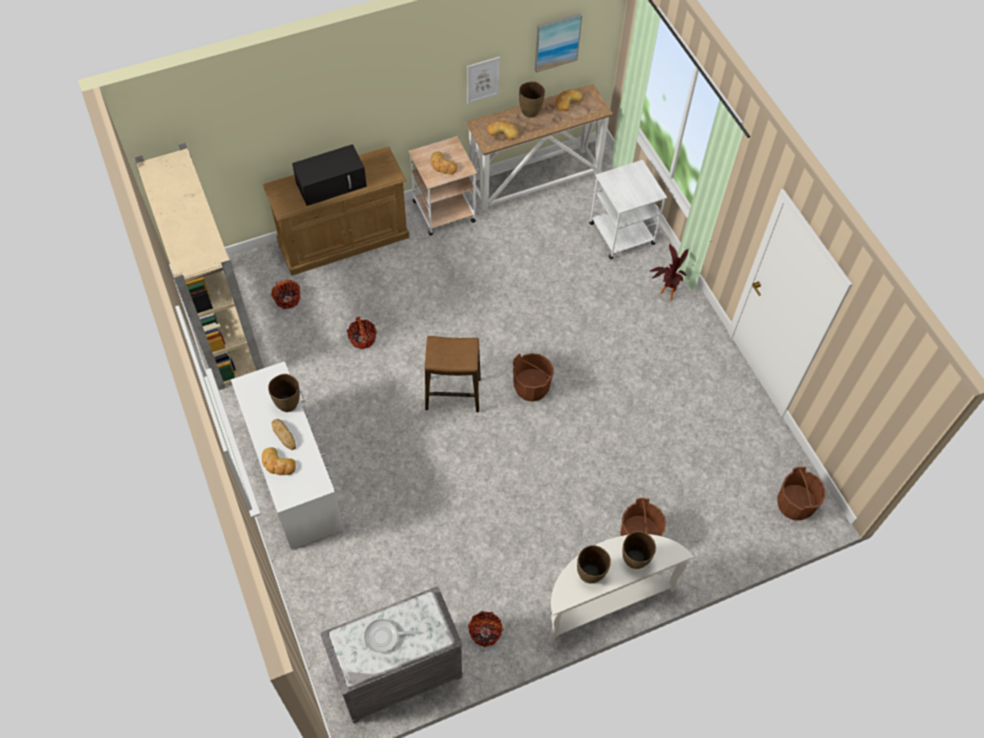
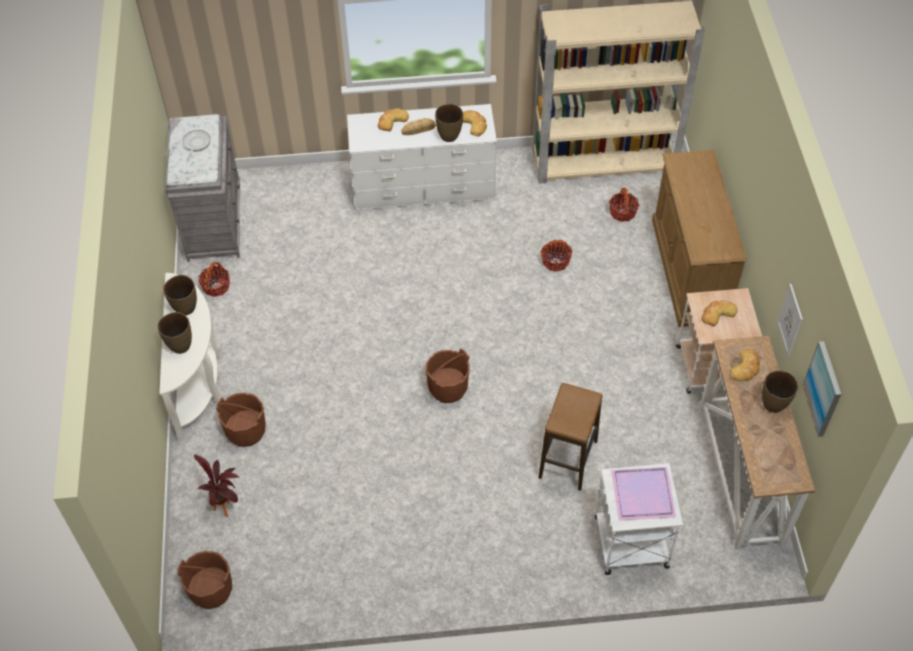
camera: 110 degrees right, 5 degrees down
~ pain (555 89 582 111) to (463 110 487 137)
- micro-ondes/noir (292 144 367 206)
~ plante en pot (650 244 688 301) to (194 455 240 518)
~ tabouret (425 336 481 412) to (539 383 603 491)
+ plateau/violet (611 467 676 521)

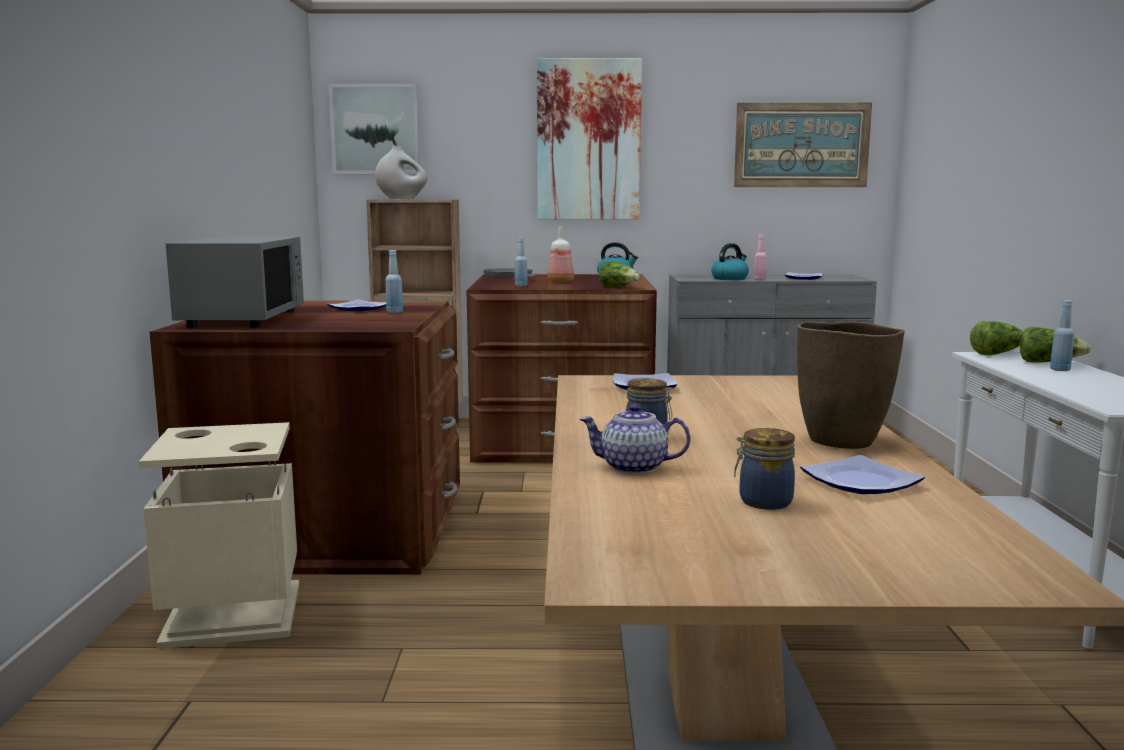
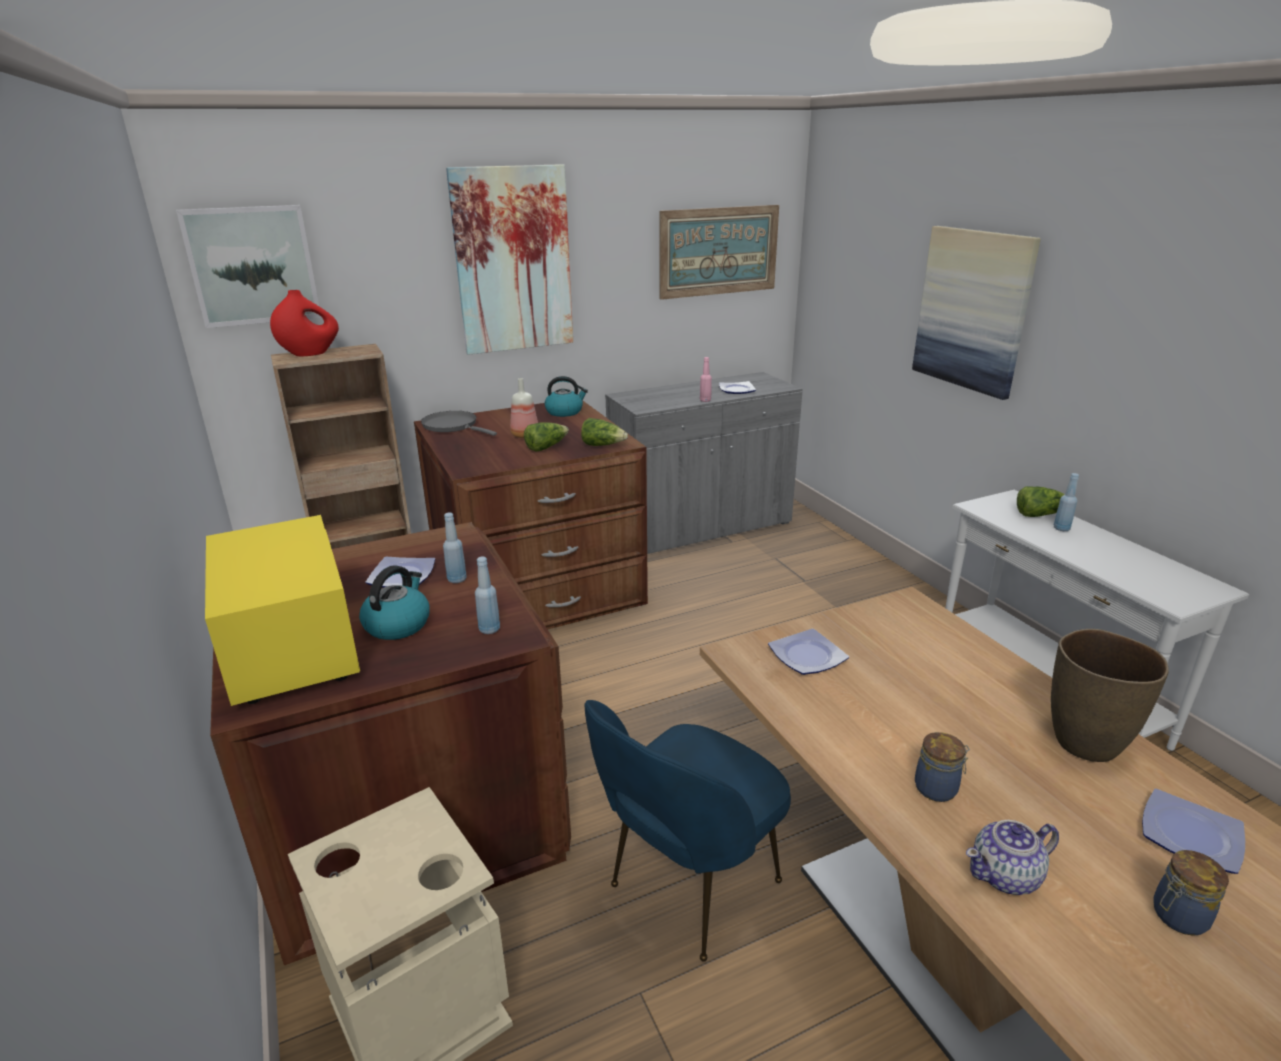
camera: 25 degrees left, 15 degrees up
~ vase/blanc (375 146 427 199) to vase/rouge (270 290 339 356)
~ micro-ondes/gris (166 237 304 328) to micro-ondes/jaune (205 515 360 706)
~ bouteille/bleu (515 238 528 286) to (475 556 500 634)
~ bouilloire (711 243 749 280) to (359 565 430 640)
~ laitue (970 321 1024 355) to (524 422 569 452)
+ tableau (912 226 1041 400)
+ chaise/bleu (585 700 791 962)

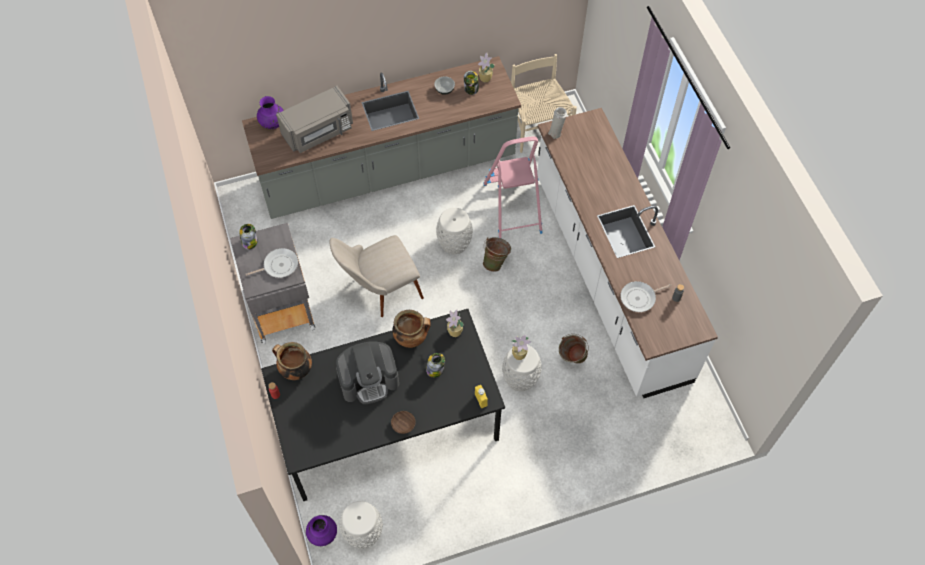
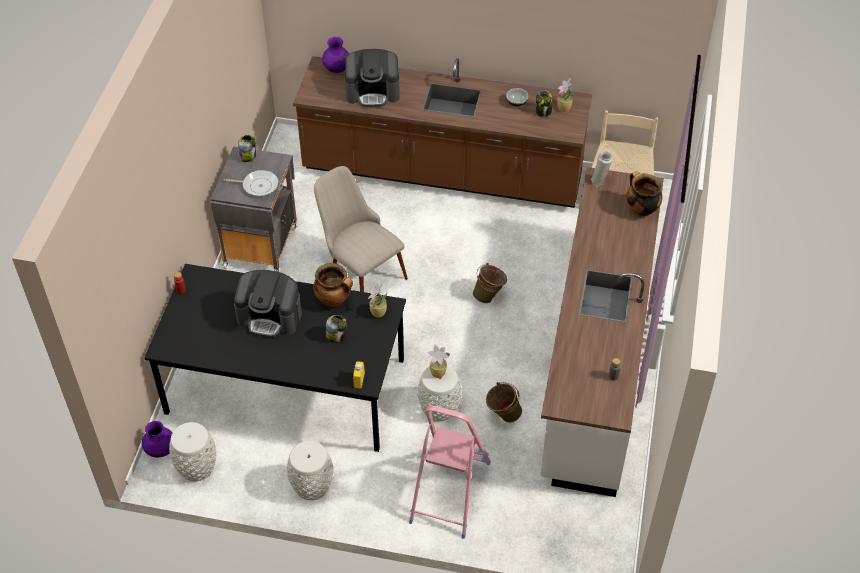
camera: 30 degrees right, 10 degrees down
~ comptoir de cuisine/gris (242 56 521 219) to comptoir de cuisine/marron (293 56 592 208)
~ micro-ondes/gris (276 86 353 153) to machine à café (345 49 400 107)
~ escabeau/rose (483 136 542 239) to (409 406 491 539)
~ tabouret/blanc (436 208 473 254) to (287 441 333 500)
~ chaise/beige (330 235 424 317) = (314 166 408 292) 45 degrees clockwise
- poêle (621 281 672 312)
~ marmite (272 342 312 380) to (627 172 662 216)
- bol/marron (391 411 416 434)

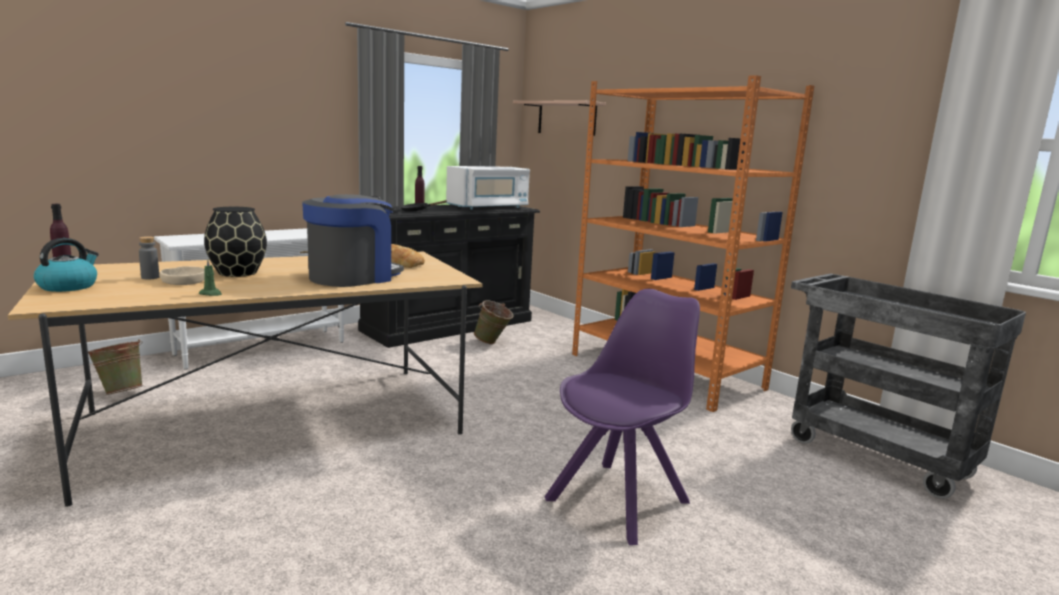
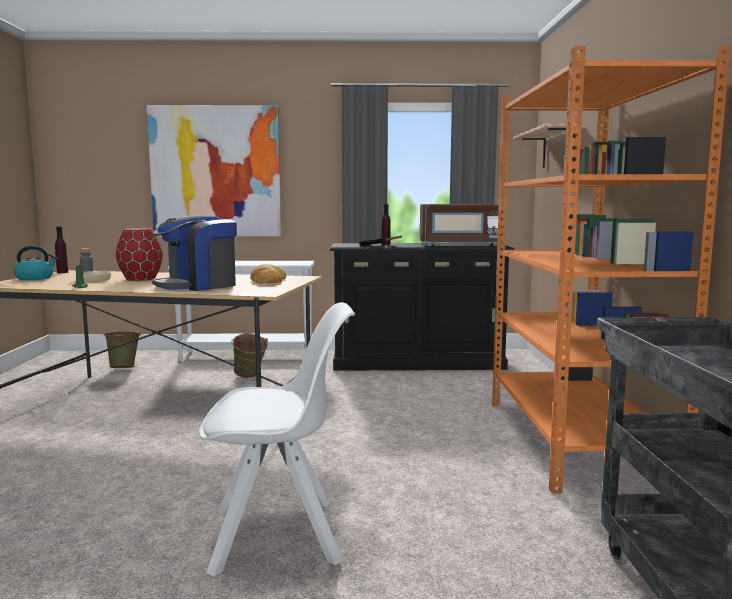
camera: 40 degrees right, 5 degrees down
~ micro-ondes/blanc (446 166 530 210) to micro-ondes/marron (420 204 504 246)
~ machine à café (302 194 404 287) = (152 215 237 291) 150 degrees clockwise
~ vase/noir (204 207 267 277) to vase/rouge (116 228 163 281)
~ chaise/violet (544 289 700 545) to chaise/blanc (199 302 355 576)
~ seau/vert (474 300 514 344) to (231 333 268 378)
+ tableau (147 105 281 237)

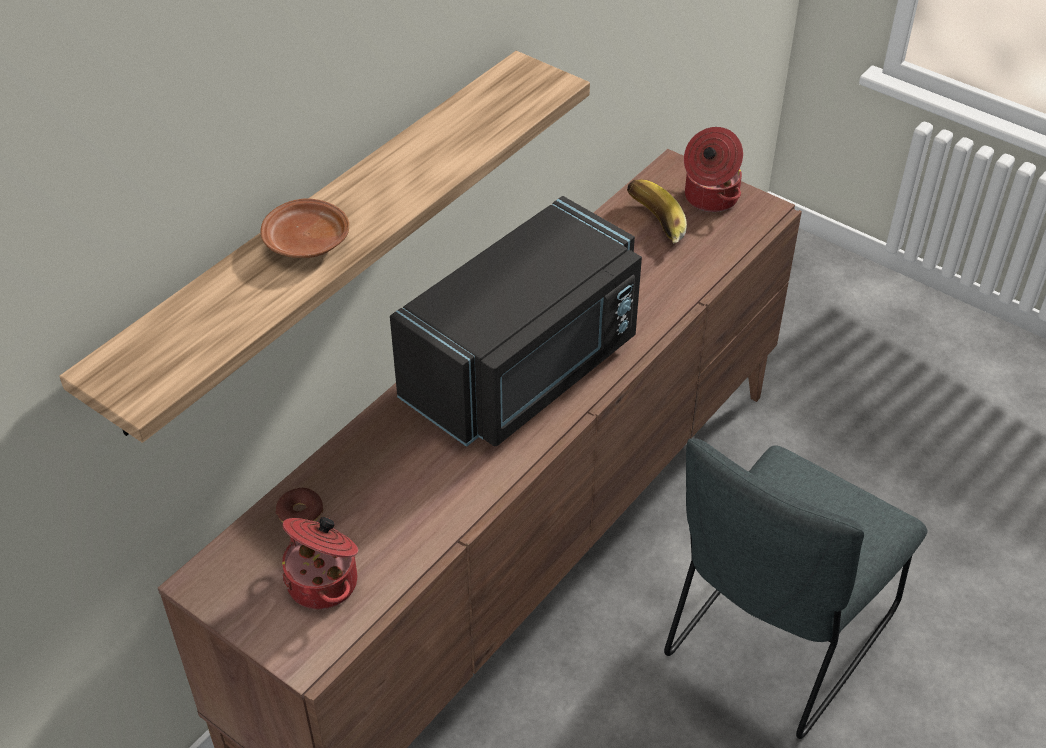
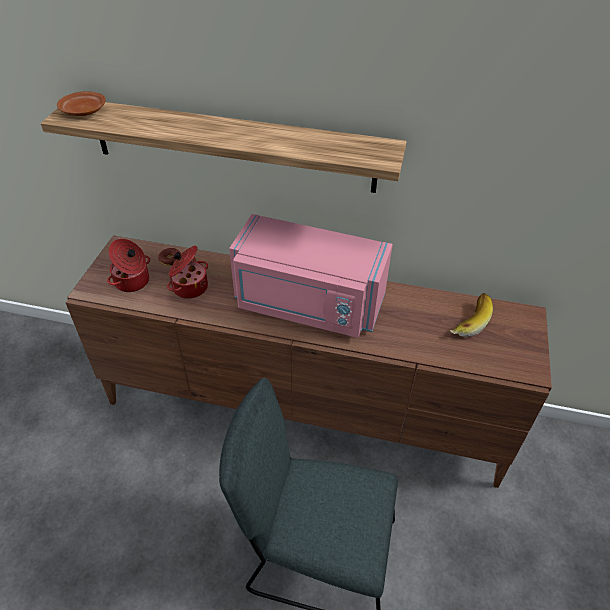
camera: 65 degrees right, 0 degrees up
~ marmite (684 127 743 212) to (167 246 208 299)
~ micro-ondes/noir (390 196 642 447) to micro-ondes/rose (229 214 393 338)
~ assiette/marron (261 198 349 258) to (57 91 106 116)

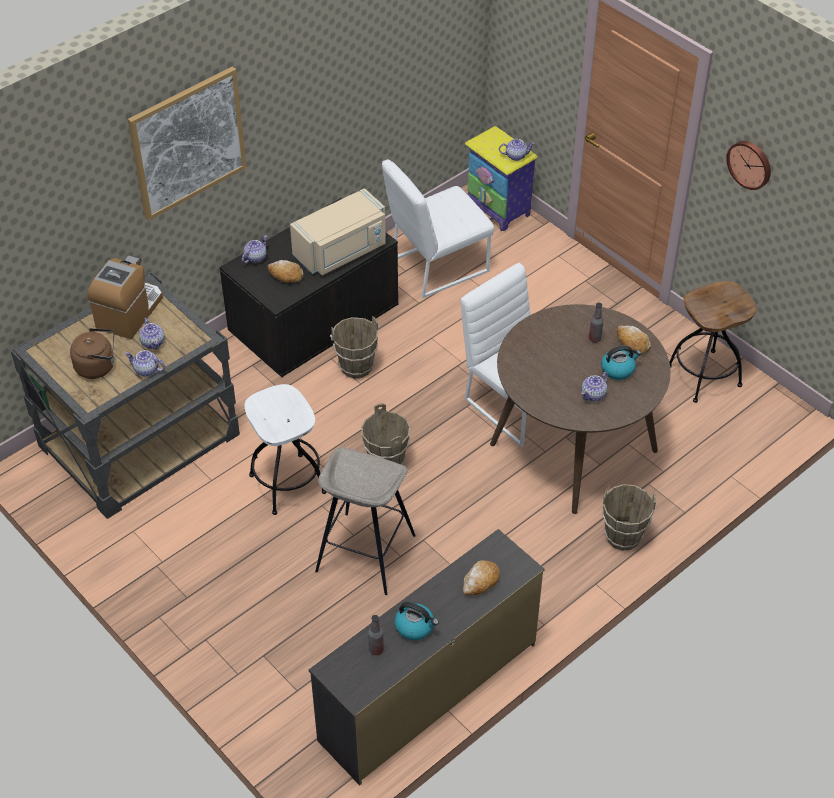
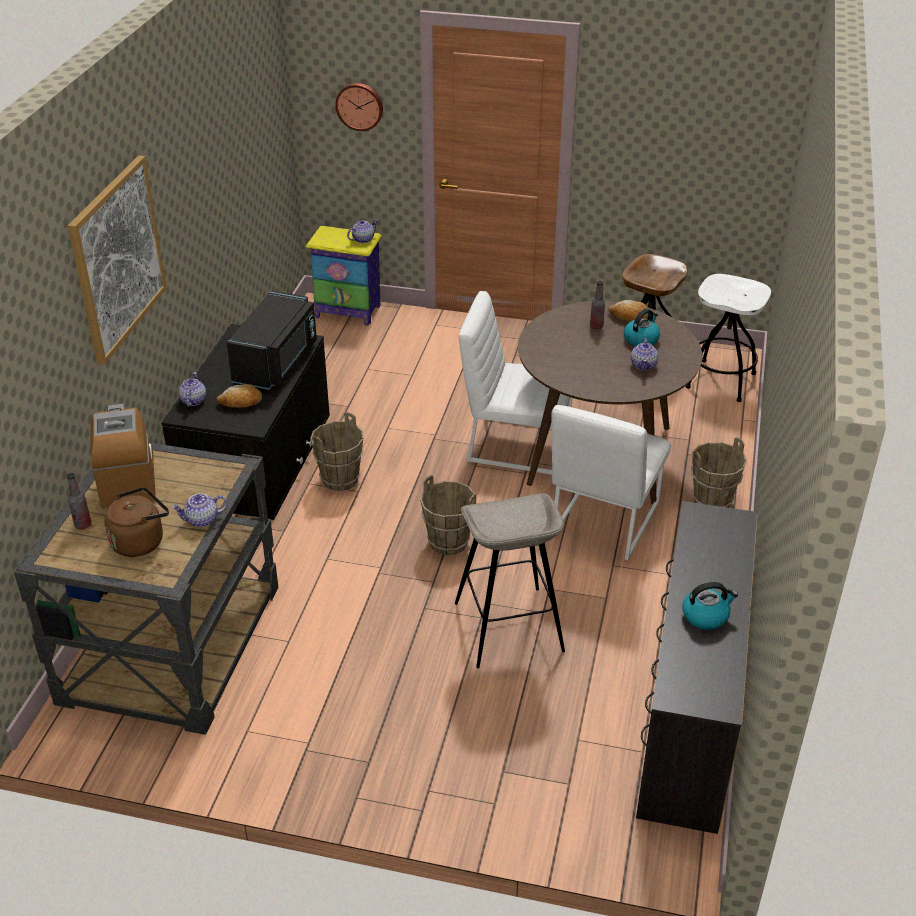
camera: 35 degrees left, 10 degrees down
~ horloge murale (726 141 771 190) to (335 83 383 131)
~ chaise/blanc (382 159 494 298) to (551 405 671 560)
~ micro-ondes/beige (290 188 386 275) to micro-ondes/noir (226 290 317 390)
- théière (139 318 165 350)
~ tabouret/blanc (245 384 327 515) to (686 274 771 402)
- pain (463 560 500 596)
~ bouteille (368 615 384 655) to (67 473 91 530)

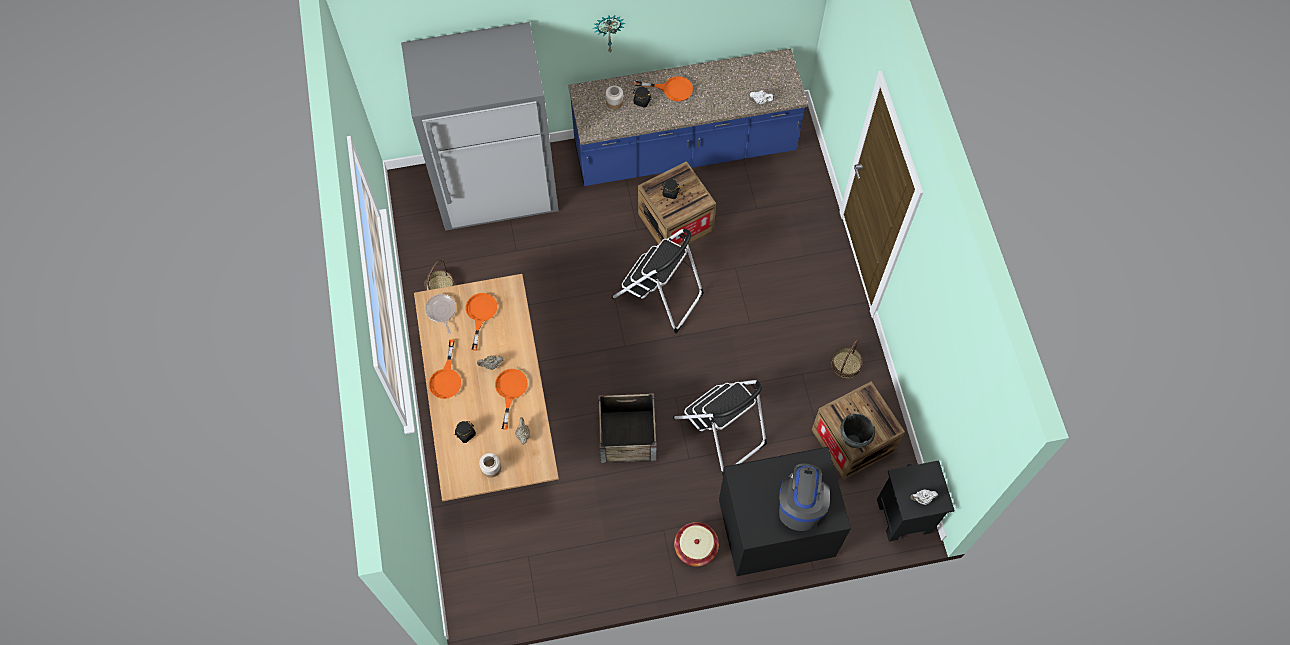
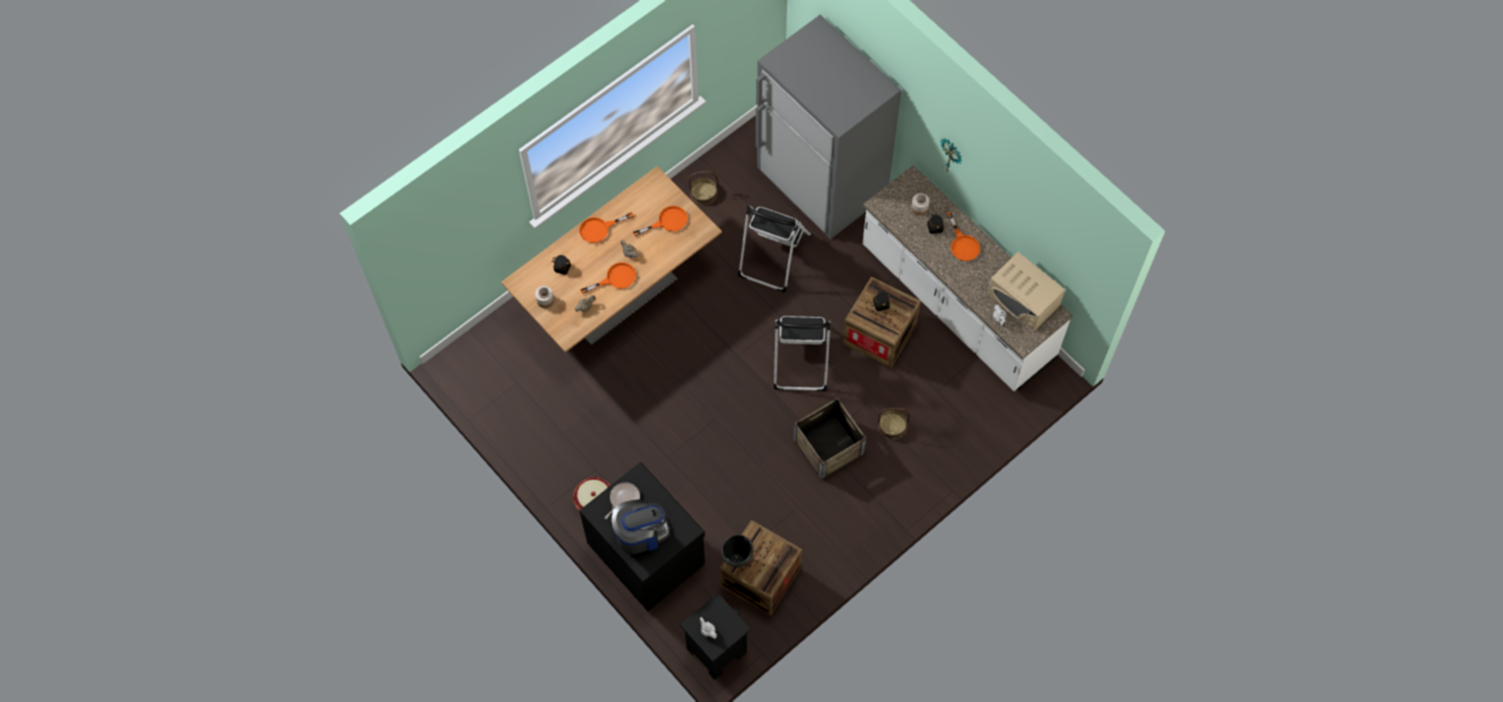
camera: 60 degrees right, 0 degrees up
~ comptoir de cuisine/bleu (568 48 808 186) to comptoir de cuisine/blanc (862 165 1073 391)
~ poêle (425 294 456 334) to (604 482 640 519)
~ panier (831 339 863 378) to (878 408 910 439)
~ escabeau (673 380 767 475) to (738 205 811 292)
~ caisse (598 393 657 463) to (793 397 867 480)
+ micro-ondes/beige (987 252 1065 331)

